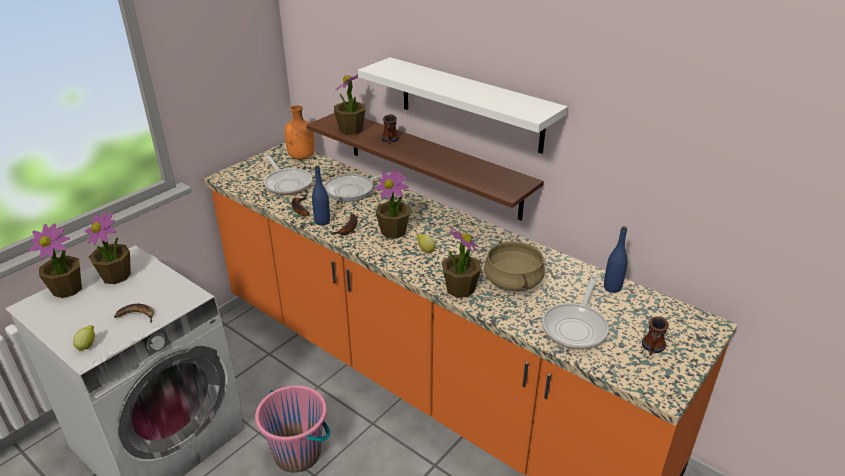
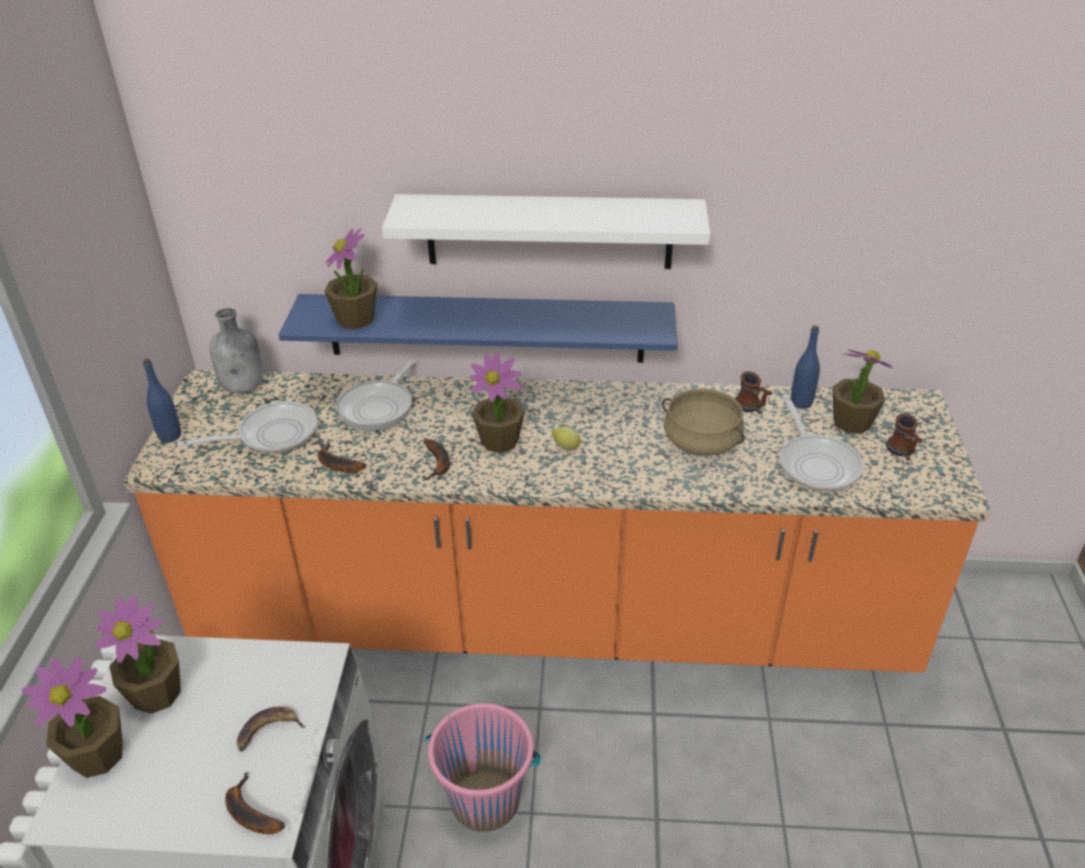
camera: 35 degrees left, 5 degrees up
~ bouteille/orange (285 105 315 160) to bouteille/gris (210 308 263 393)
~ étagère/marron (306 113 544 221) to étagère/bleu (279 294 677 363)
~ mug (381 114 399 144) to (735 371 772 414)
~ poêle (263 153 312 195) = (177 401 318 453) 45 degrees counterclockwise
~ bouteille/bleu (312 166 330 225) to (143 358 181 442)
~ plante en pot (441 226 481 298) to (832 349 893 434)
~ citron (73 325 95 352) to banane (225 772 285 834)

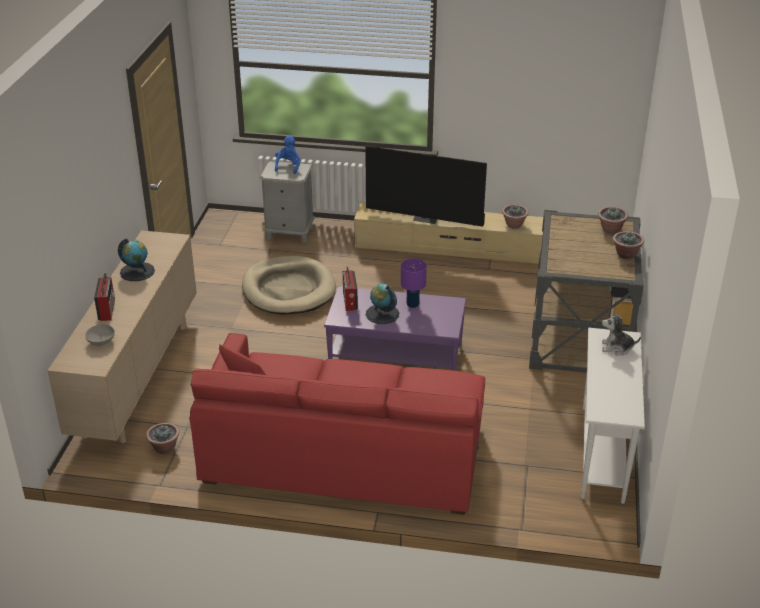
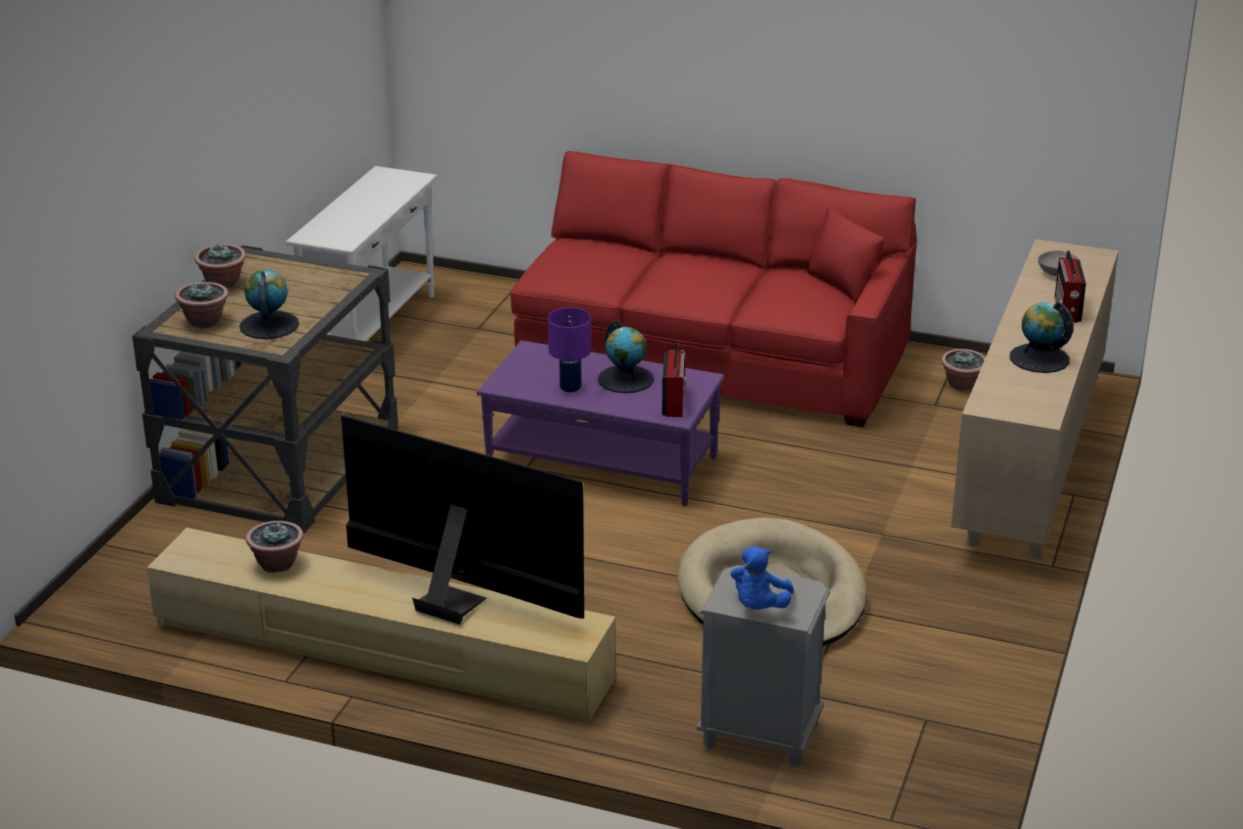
camera: 170 degrees left, 5 degrees down
- peluche (602 311 641 356)
+ globe (239 270 299 339)

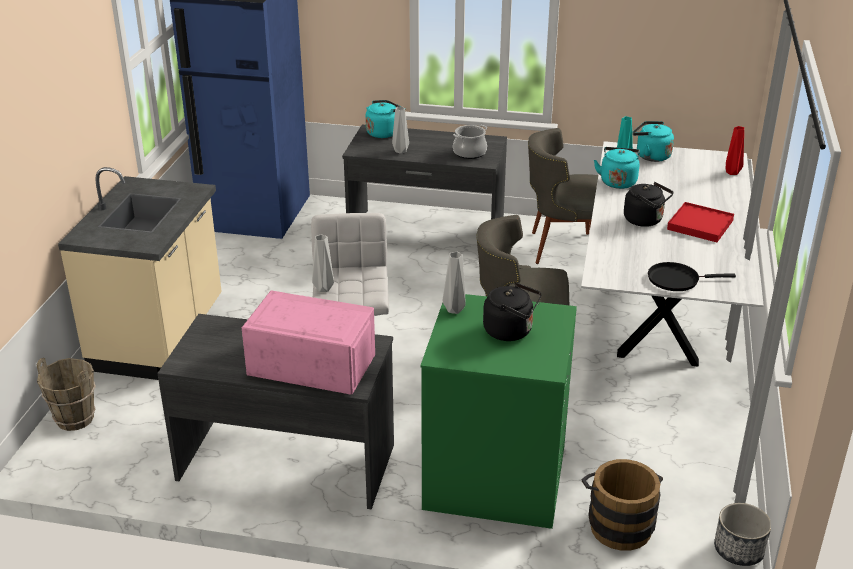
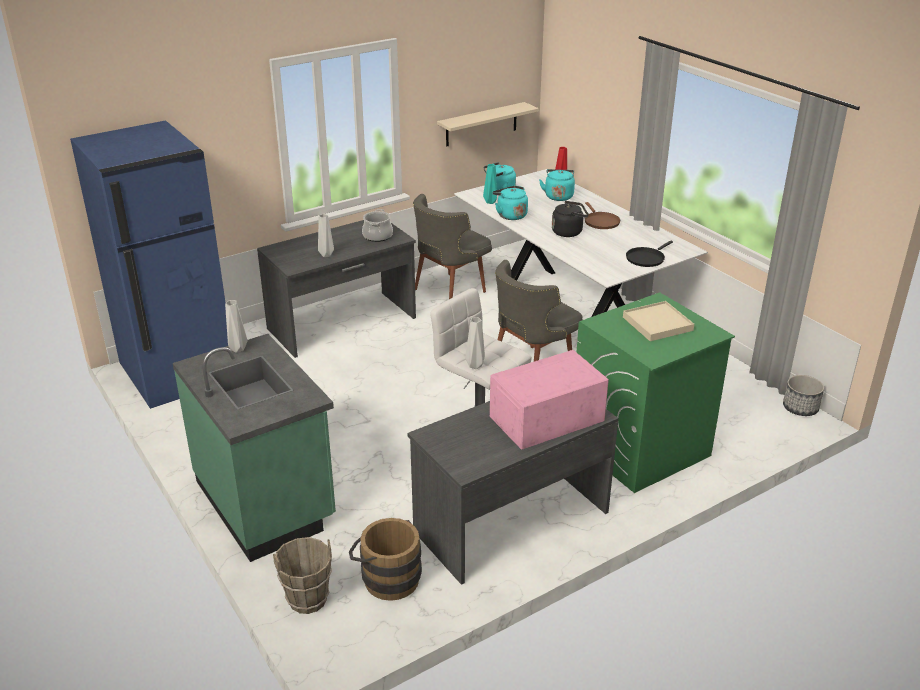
camera: 45 degrees left, 0 degrees up
~ bouilloire/turquoise (365 100 401 138) to (539 169 575 201)
~ comptoir de cuisine/beige (58 167 222 380) to comptoir de cuisine/vert (173 334 336 562)
~ plateau/rouge (667 202 734 242) to poêle/marron (584 202 620 229)
~ vase/gris (443 252 466 314) to (225 300 247 353)
~ bouilloire/noir (483 283 542 341) to plateau/beige (623 301 694 341)
~ seau/marron (582 459 663 551) to (349 518 422 601)
+ étagère/beige (437 102 539 147)

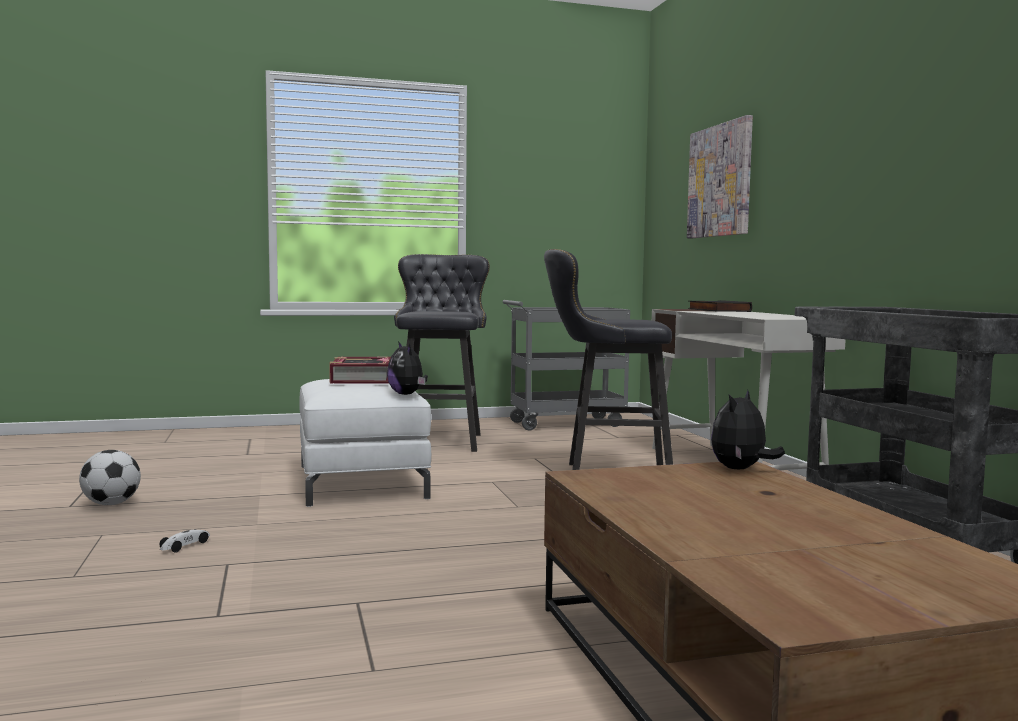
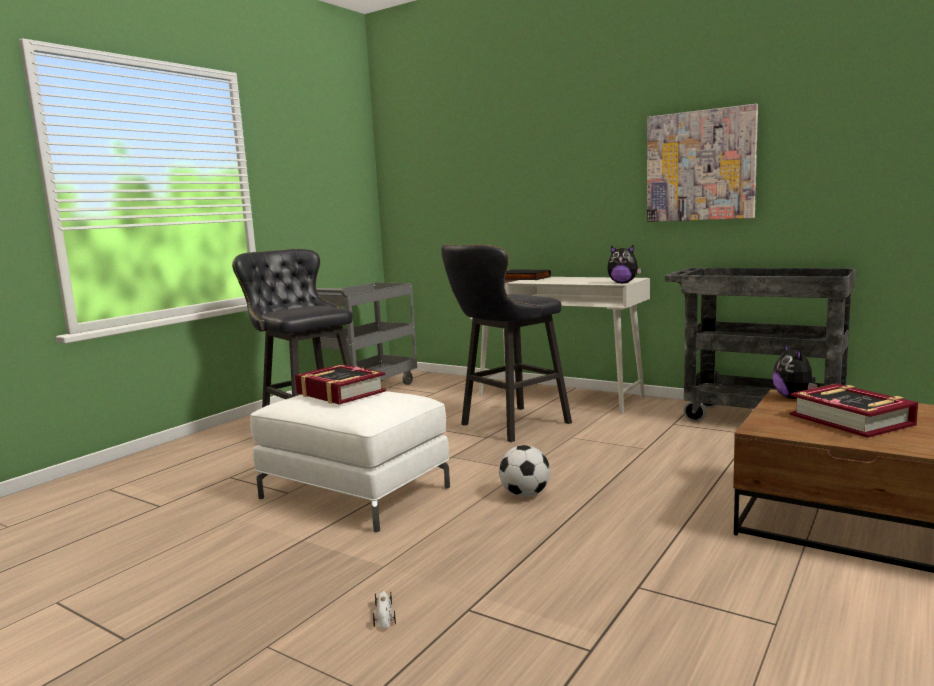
camera: 40 degrees left, 5 degrees up
~ tableau (687 115 753 238) to (647 104 758 222)
~ peluche (387 341 428 395) to (607 245 642 283)
~ ballon de foot (79 450 141 505) to (499 445 550 497)
+ livre (789 384 918 438)

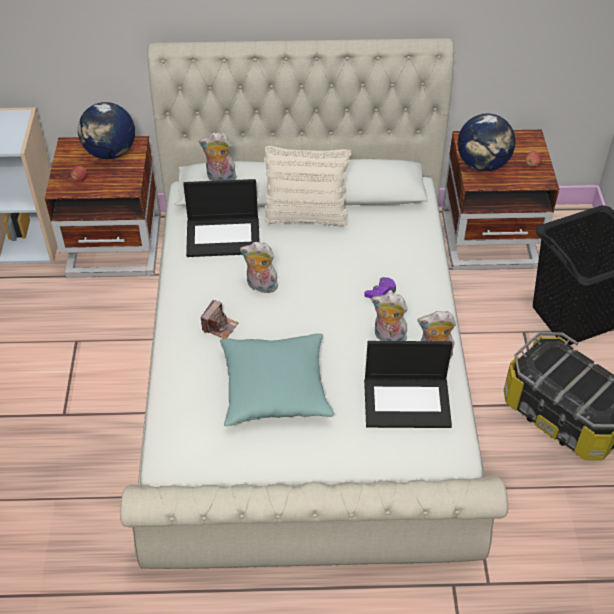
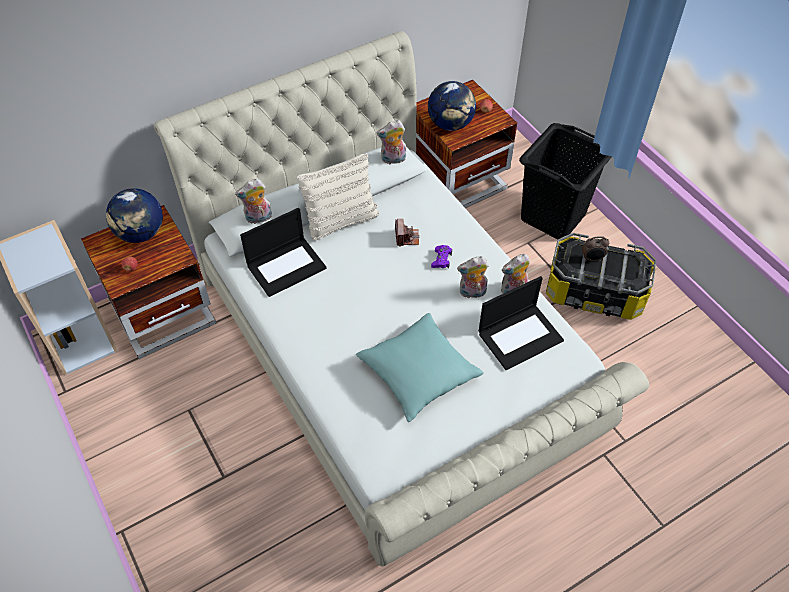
camera: 30 degrees left, 5 degrees up
~ peluche (240 242 278 293) to (377 120 406 164)
~ appareil photo (201 300 238 339) to (395 219 419 247)
+ réveil (582 236 609 262)

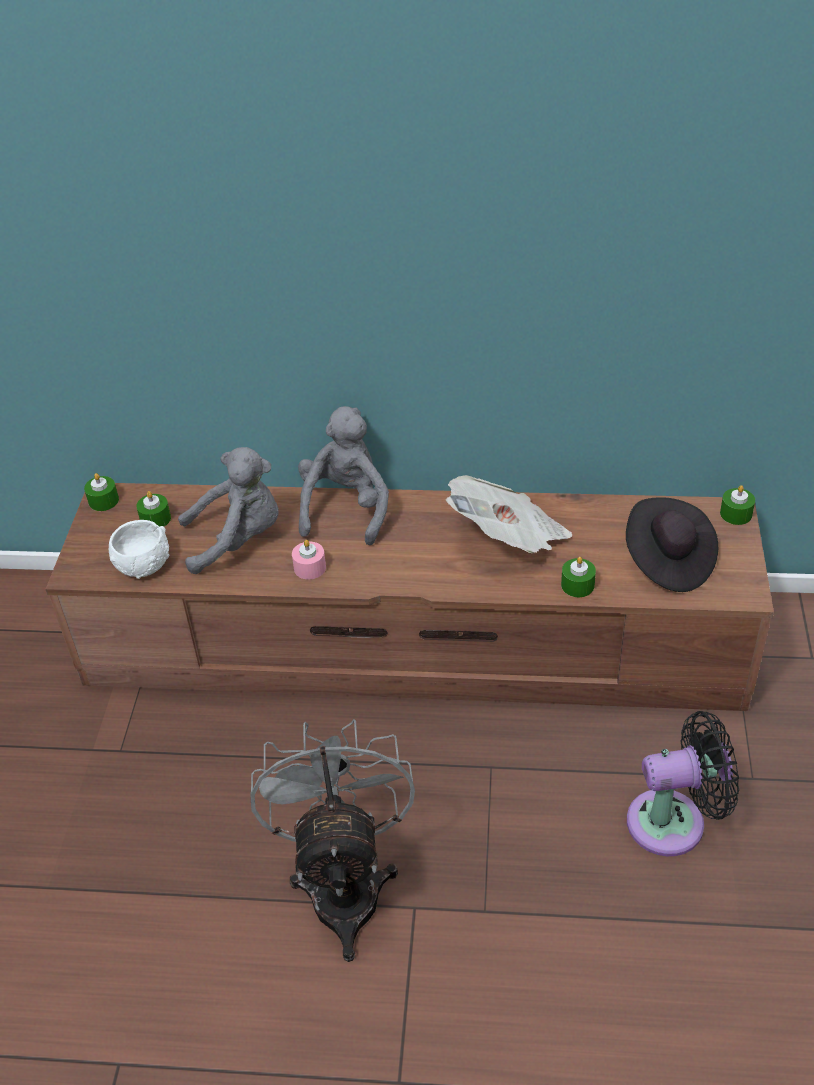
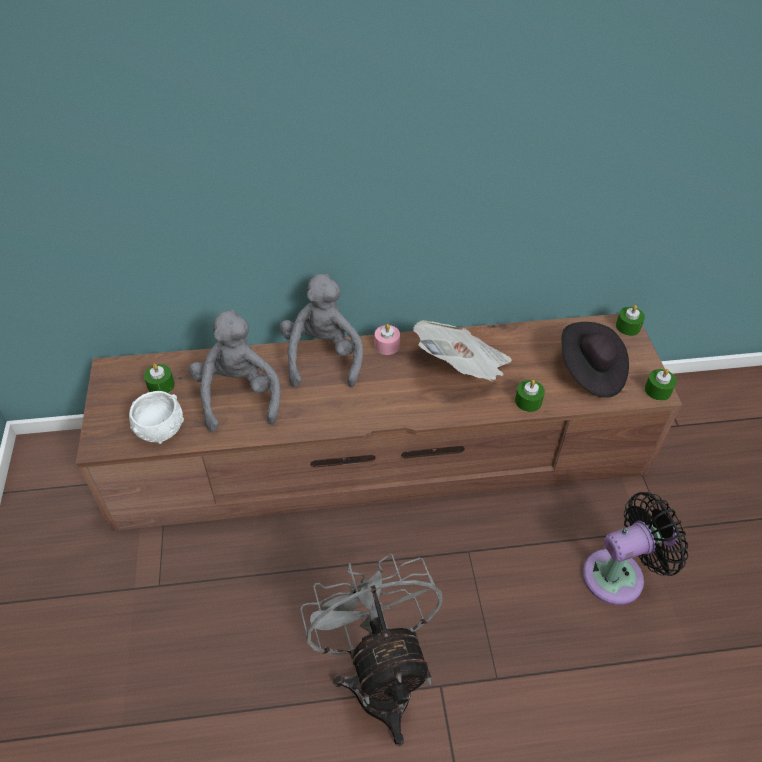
camera: 15 degrees left, 5 degrees up
~ peluche/gris (178 447 279 574) = (189 309 281 432) 75 degrees counterclockwise
~ bougie/vert (84 473 119 511) to (645 369 677 401)
~ bougie/rose (292 540 326 580) to (375 324 400 355)

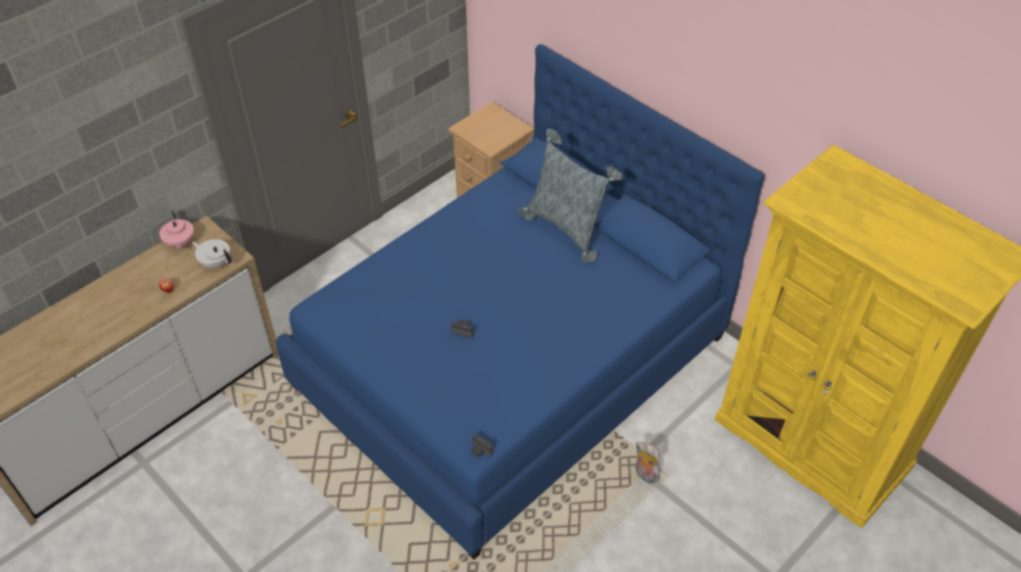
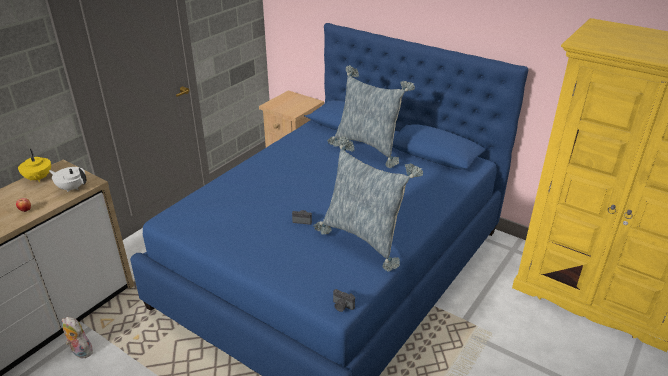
camera: 10 degrees left, 15 degrees down
~ théière/rose (159 211 194 250) to théière/jaune (18 149 51 182)
~ peluche (636 442 661 484) to (62 317 93 358)
+ coussin (314 136 423 272)

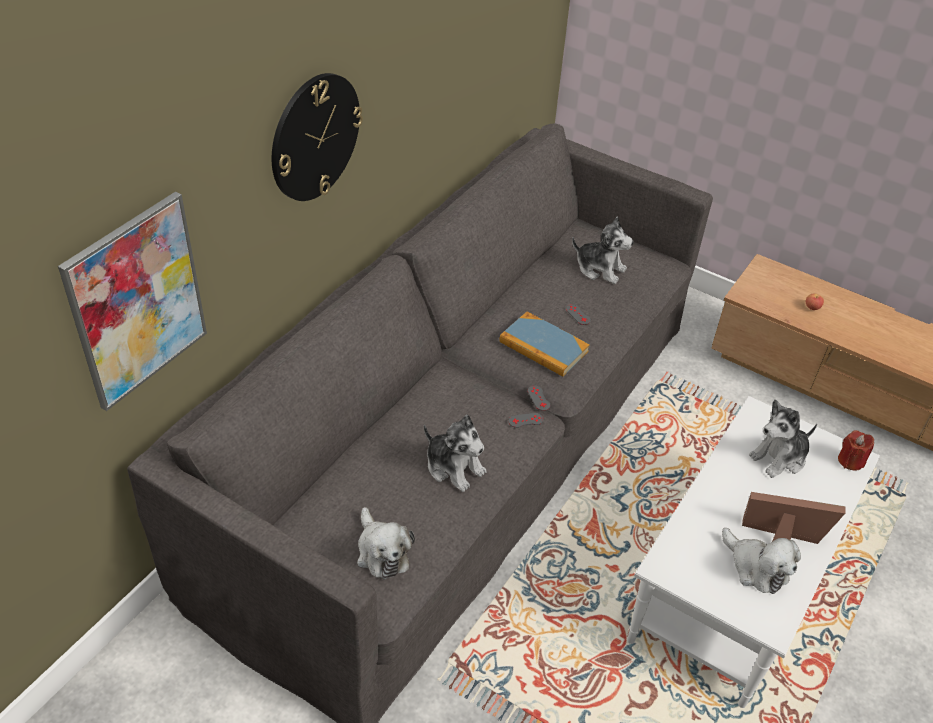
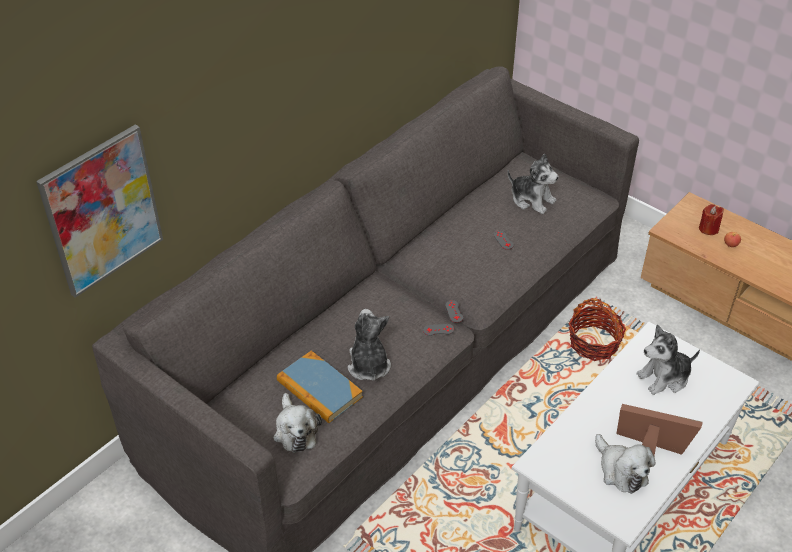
camera: 10 degrees right, 0 degrees up
- horloge murale (272 73 363 201)
~ livre (499 312 590 377) to (277 351 363 423)
~ peluche (424 415 486 492) = (347 309 391 381) 150 degrees counterclockwise
~ bougie/rouge (838 430 874 470) to (699 204 724 235)
+ panier (569 298 626 361)

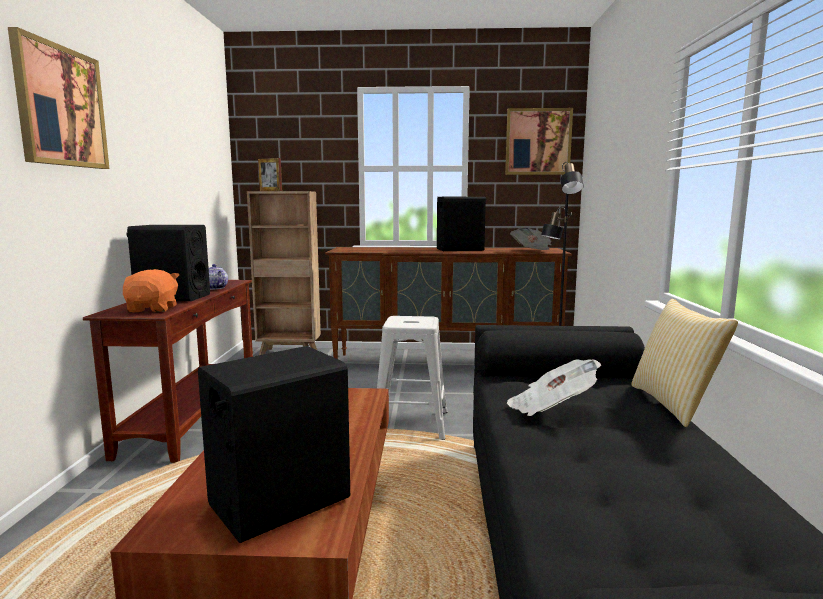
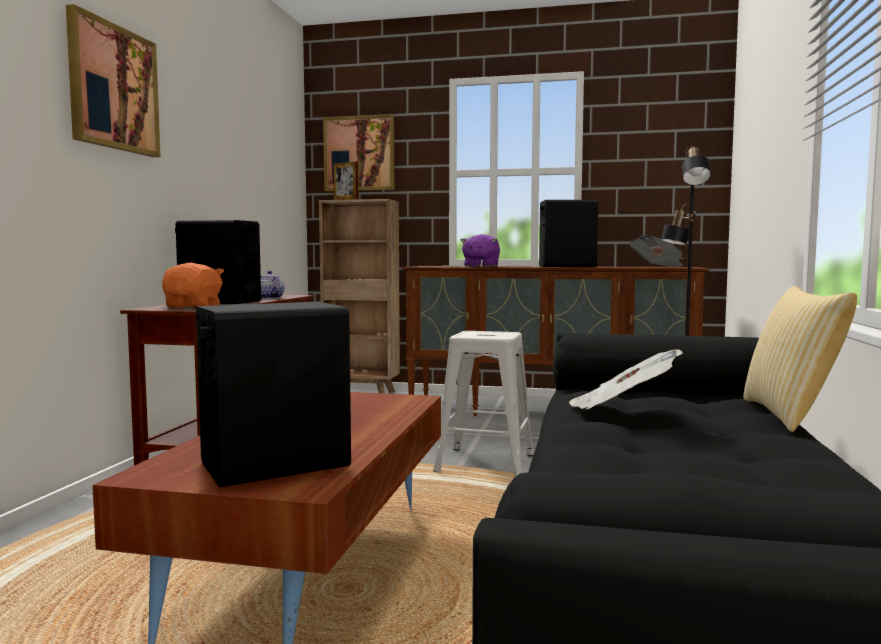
camera: 10 degrees right, 5 degrees down
~ tableau (505 108 573 175) to (323 114 395 191)
+ peluche/violet (460 234 500 267)

